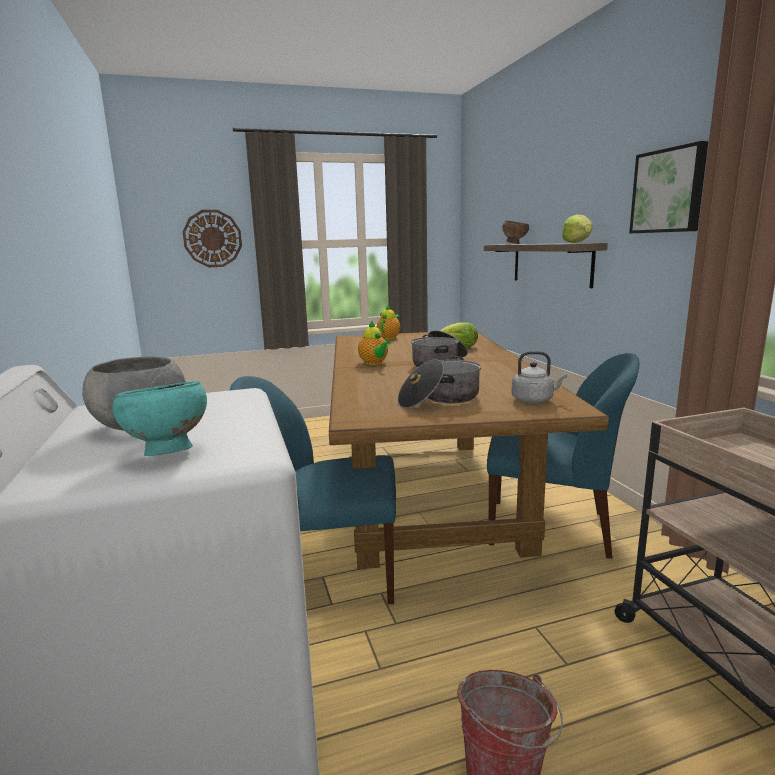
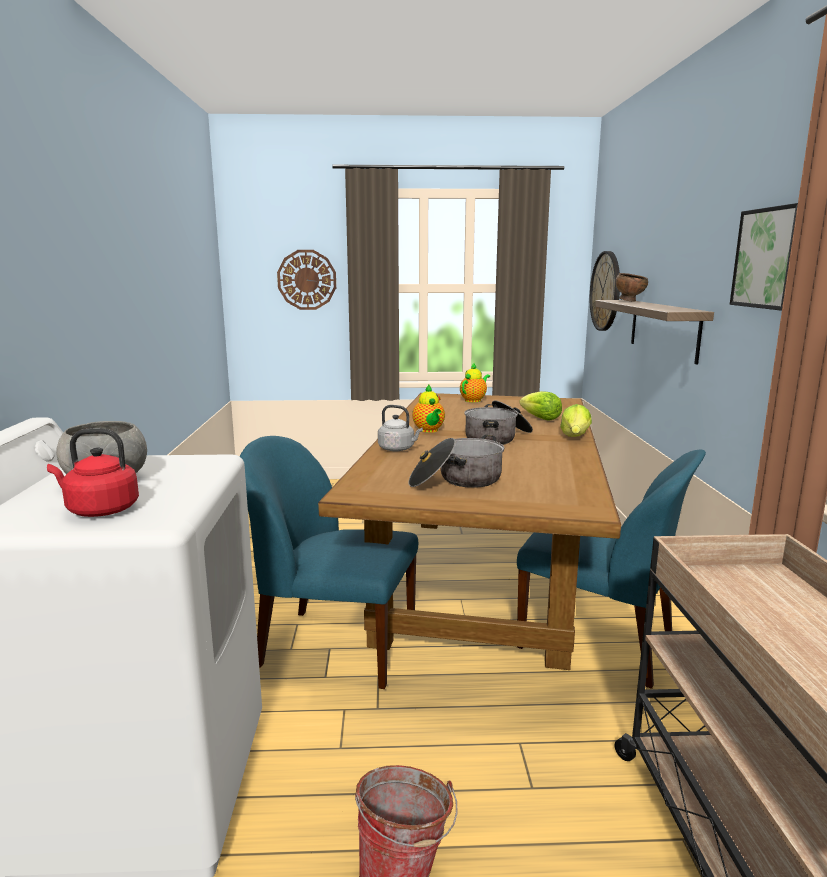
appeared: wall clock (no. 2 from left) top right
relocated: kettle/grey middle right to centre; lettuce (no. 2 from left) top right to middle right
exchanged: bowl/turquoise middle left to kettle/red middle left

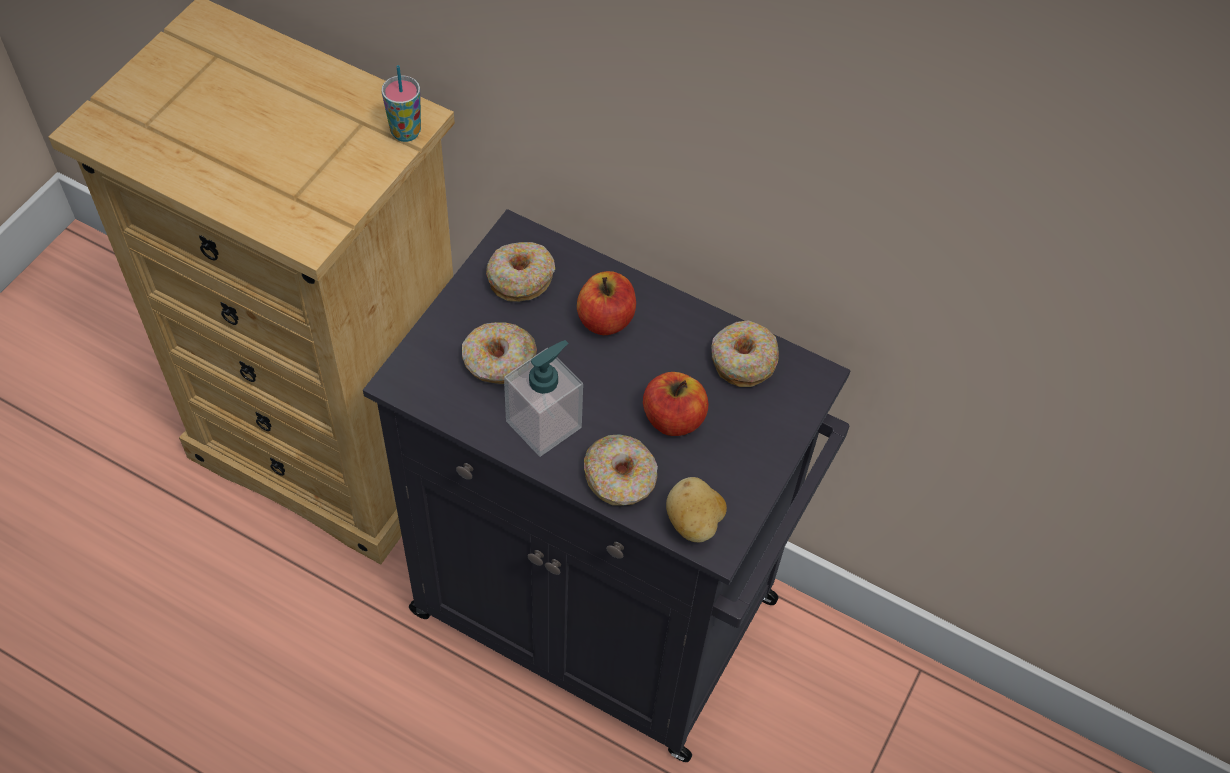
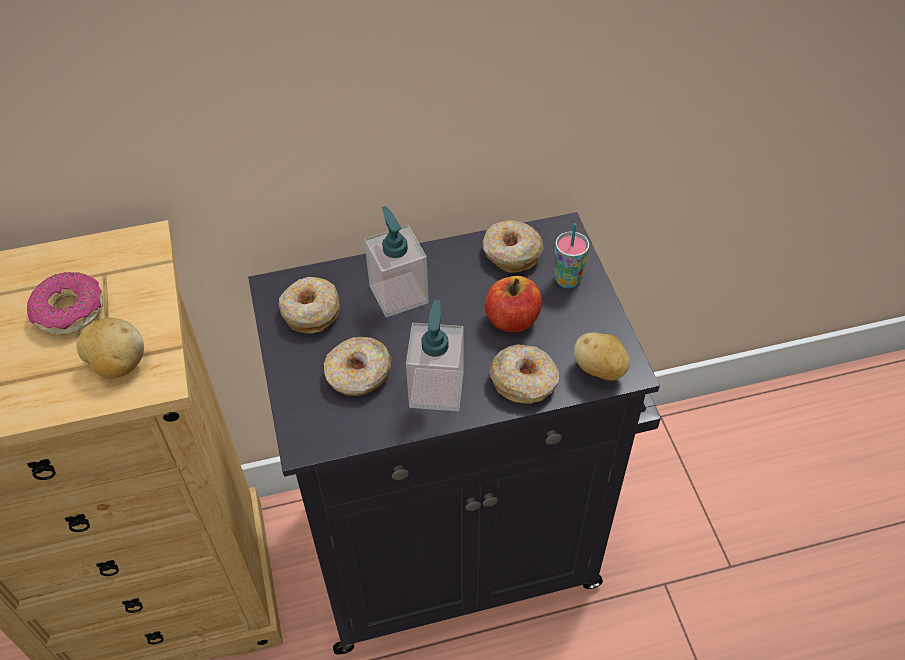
appeared: donut (no. 1 from left) middle left; potato (no. 1 from left) middle left
relocated: cup top left to centre
exchanged: apple (no. 1 from left) centre to soap dispenser (no. 1 from left) centre

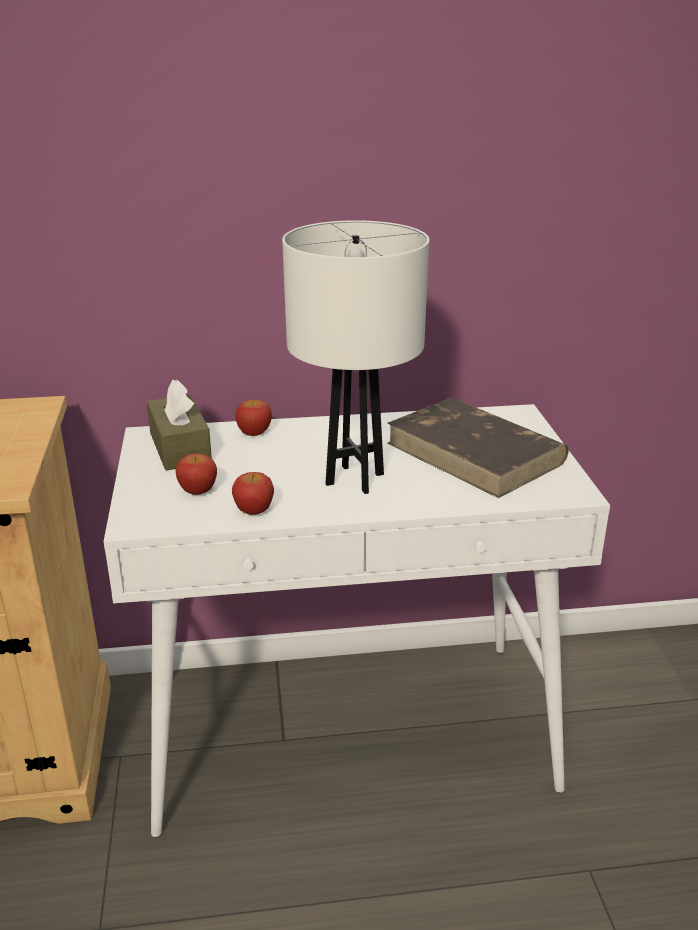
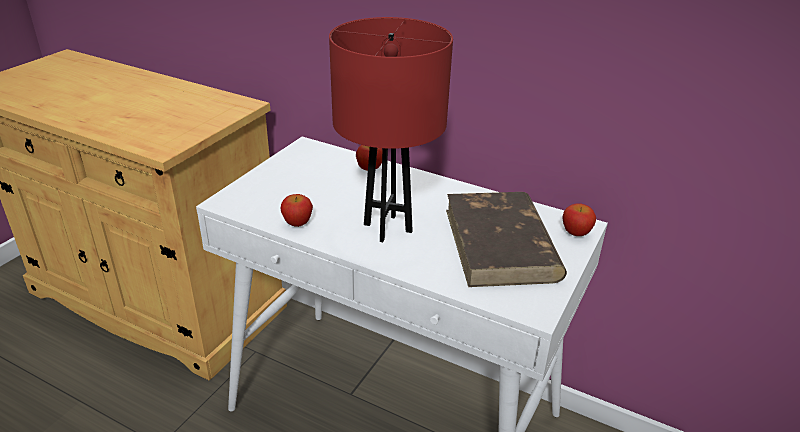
missing: tissue box/brown middle left
relocated: apple (no. 1 from left in the first image) middle left to apple (no. 3 from left) middle right
colour: table lamp/white centre to table lamp/red top centre

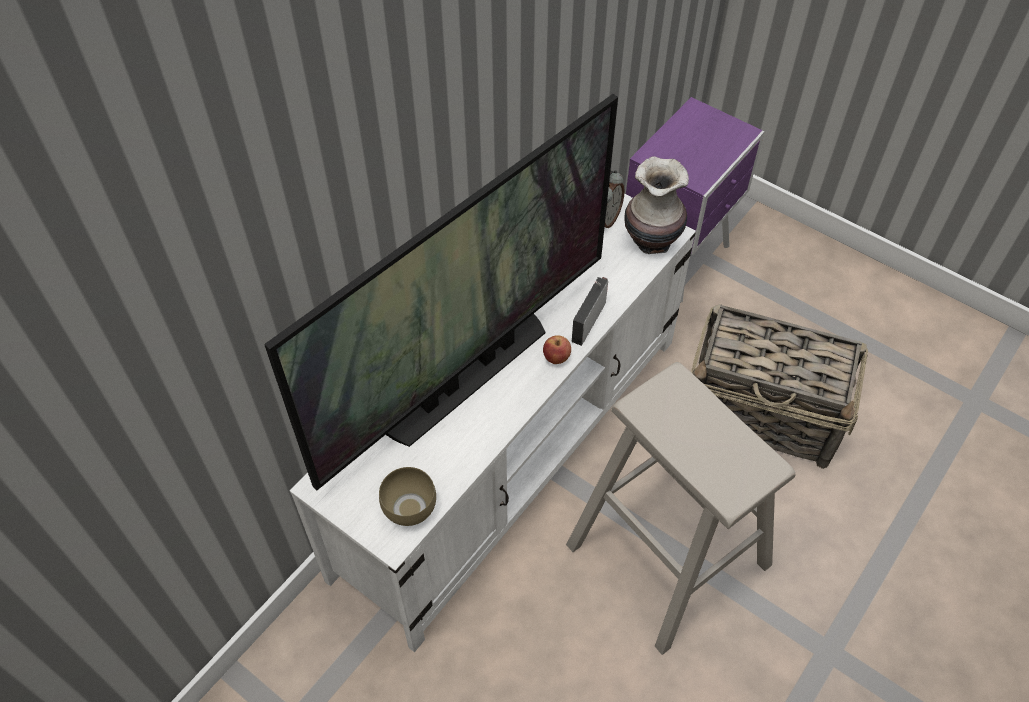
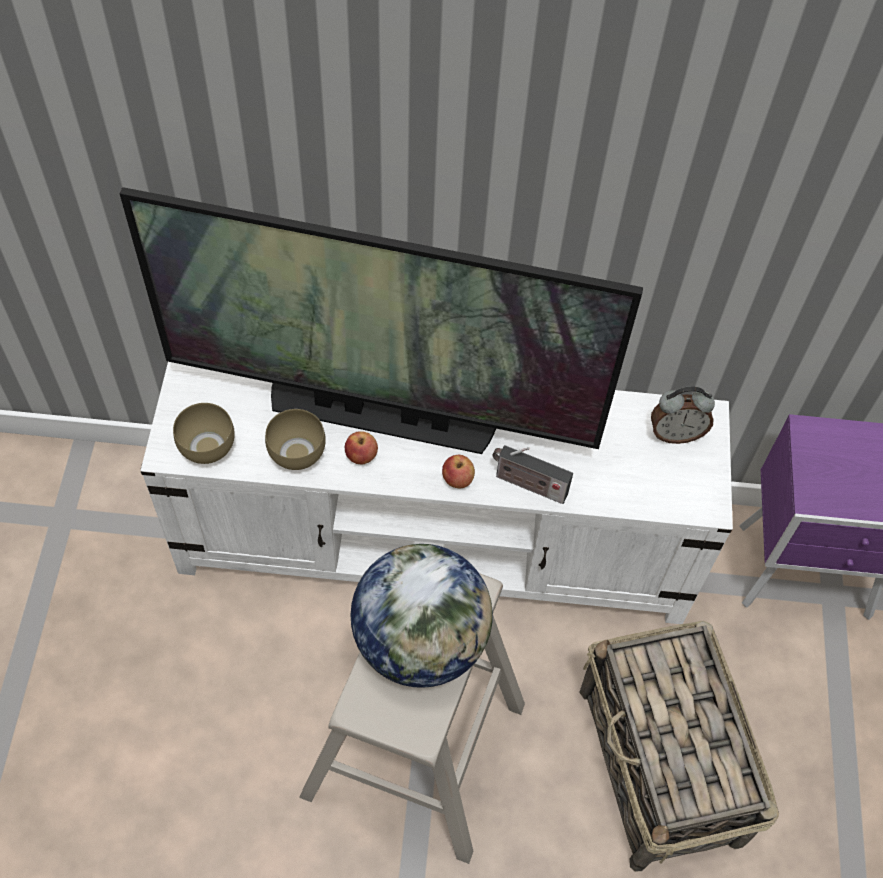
missing: vase top centre
appeared: bowl/brown (no. 2 from left) centre; apple (no. 1 from left) centre; globe bottom centre
spun: radio centre = centre 150 degrees counterclockwise

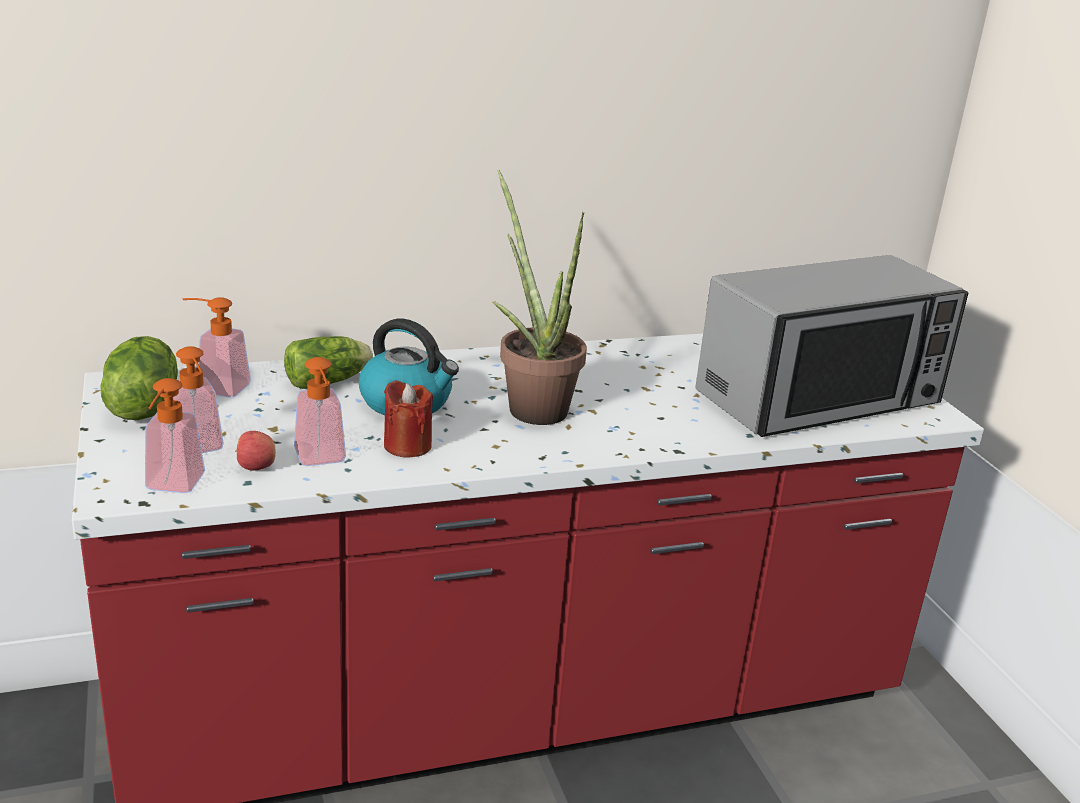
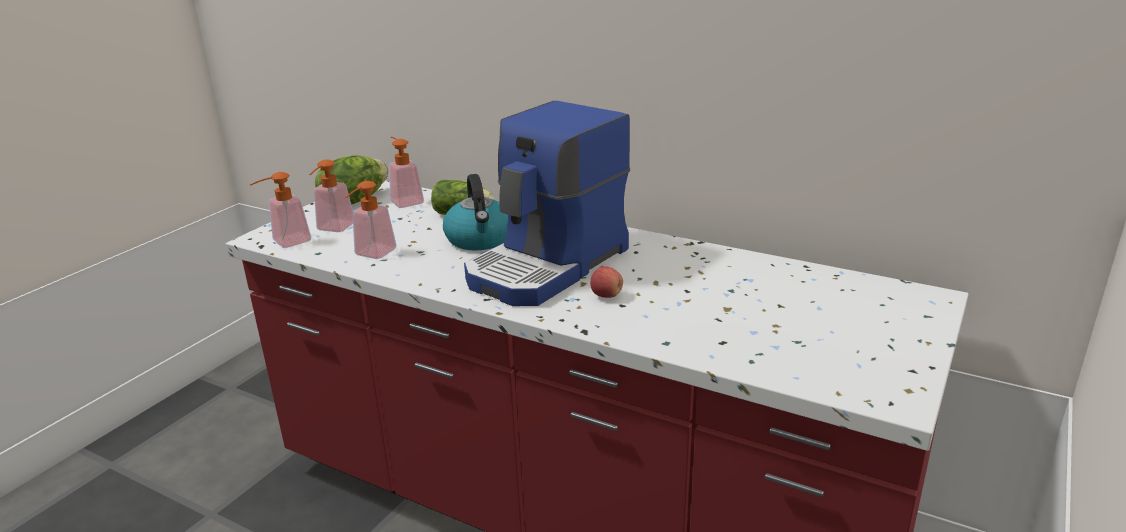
missing: candle/red centre; microwave middle right
relocated: apple middle left to centre
exchanged: potted plant centre to coffee machine centre

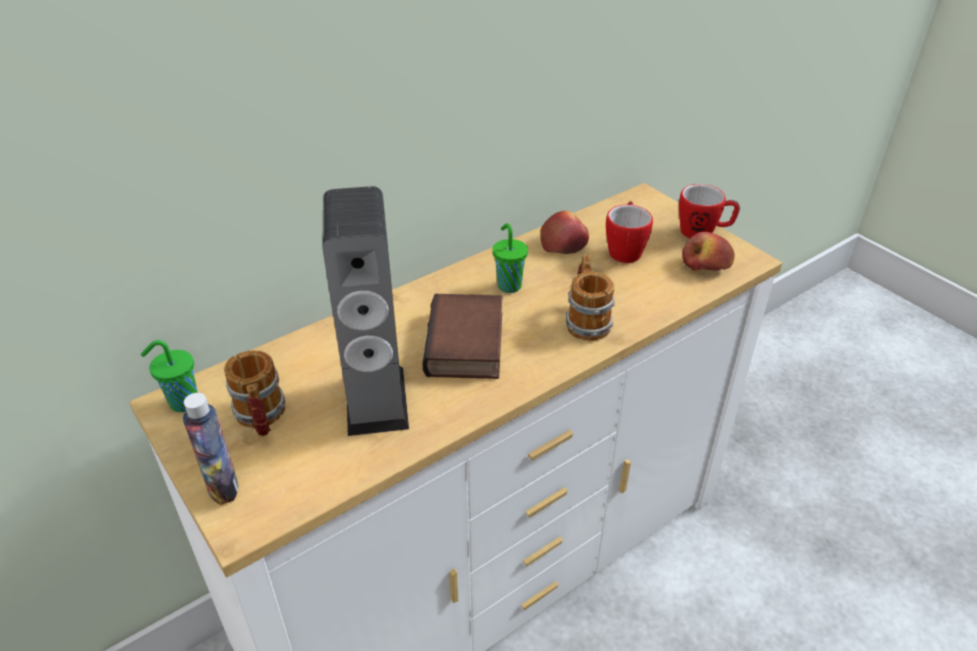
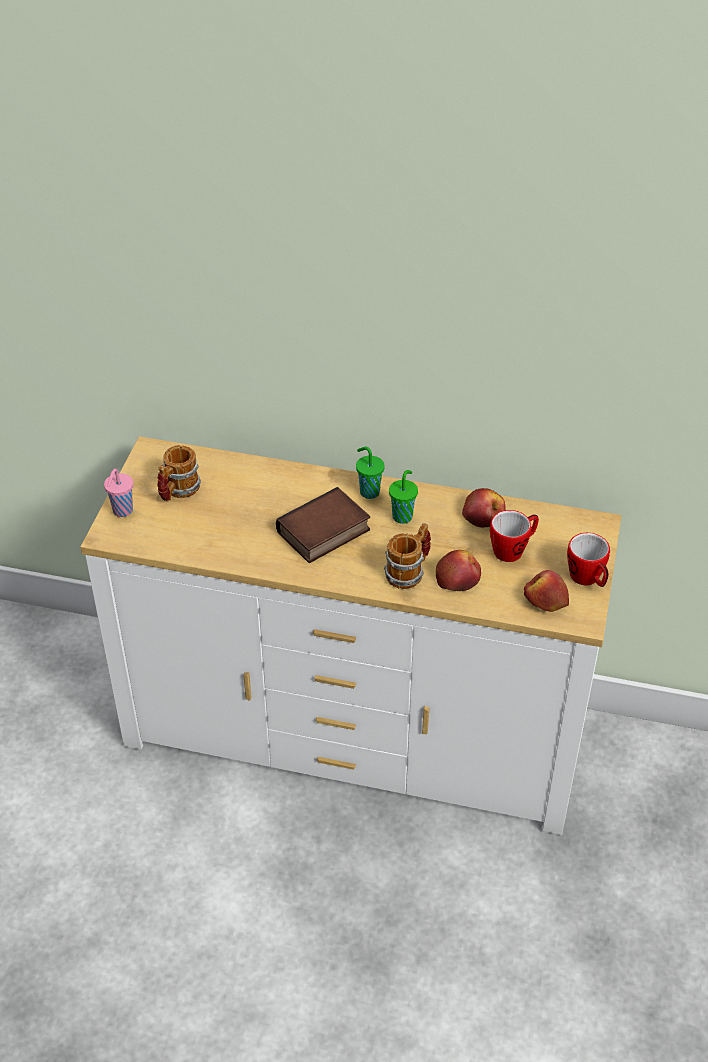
missing: speaker centre
appeared: apple (no. 1 from left) centre
relocated: cup/green (no. 1 from left) middle left to centre
exchanged: bottle bottom left to cup/pink middle left

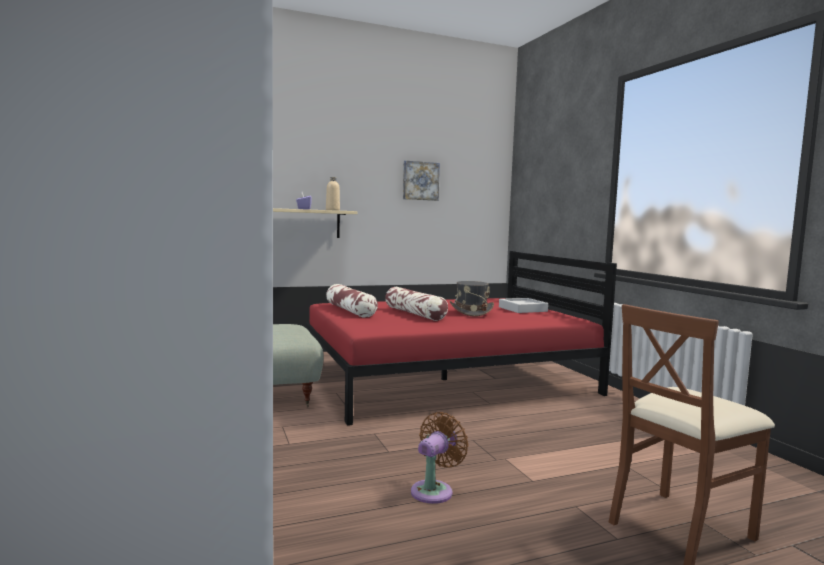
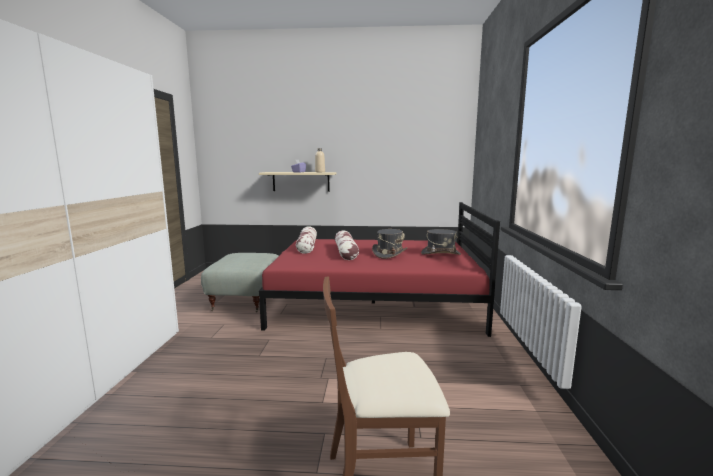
missing: picture top centre; fan/brown bottom centre
exchanged: tray/grey centre to hat/grey (no. 2 from left) centre

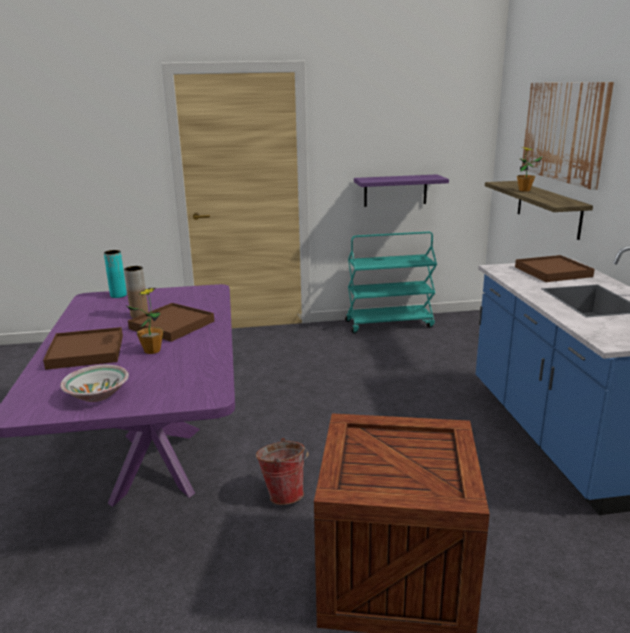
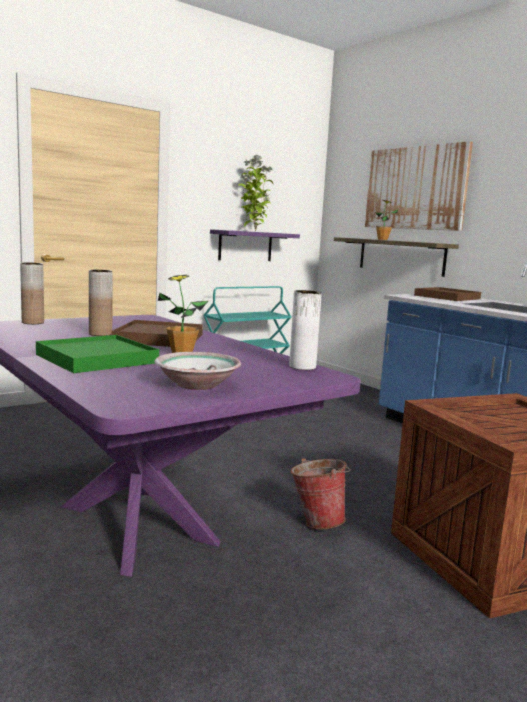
appeared: potted plant (no. 2 from left) top centre; vase/white centre
colour: tray/brown (no. 1 from left) middle left to tray/green middle left; vase/turquoise middle left to vase/brown (no. 1 from left) middle left

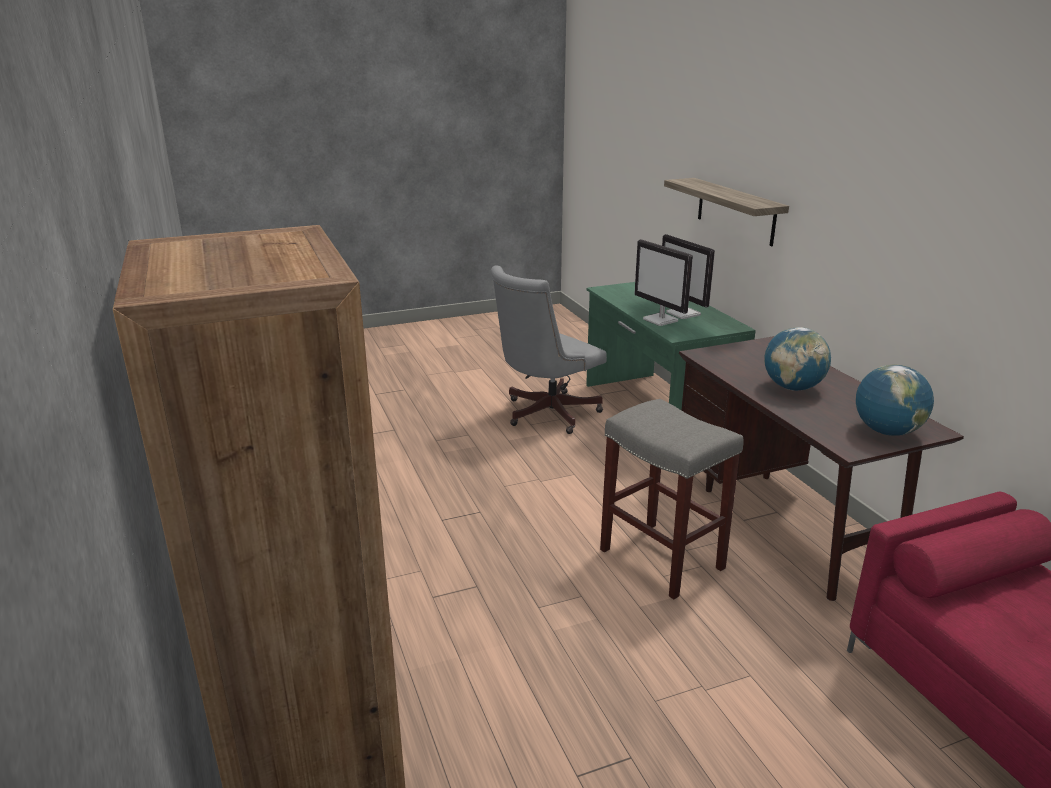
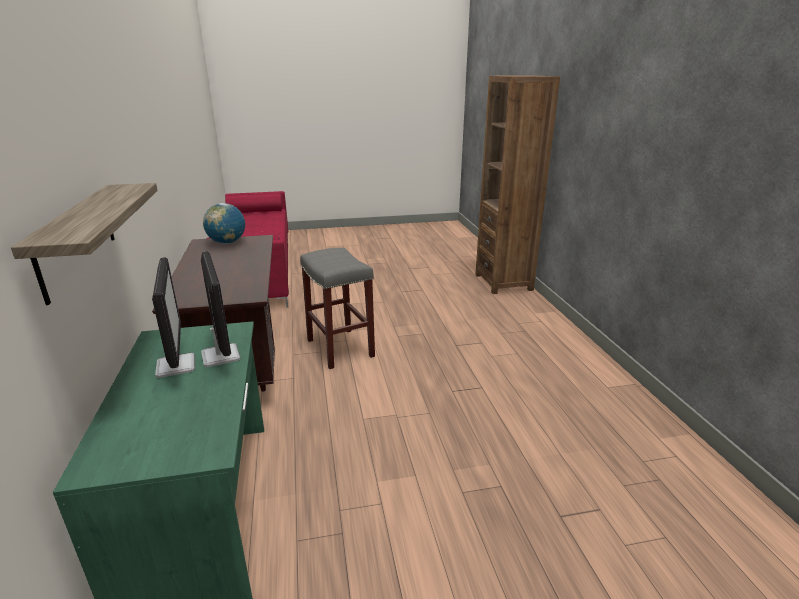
missing: office chair/grey centre; globe (no. 1 from left) middle right

